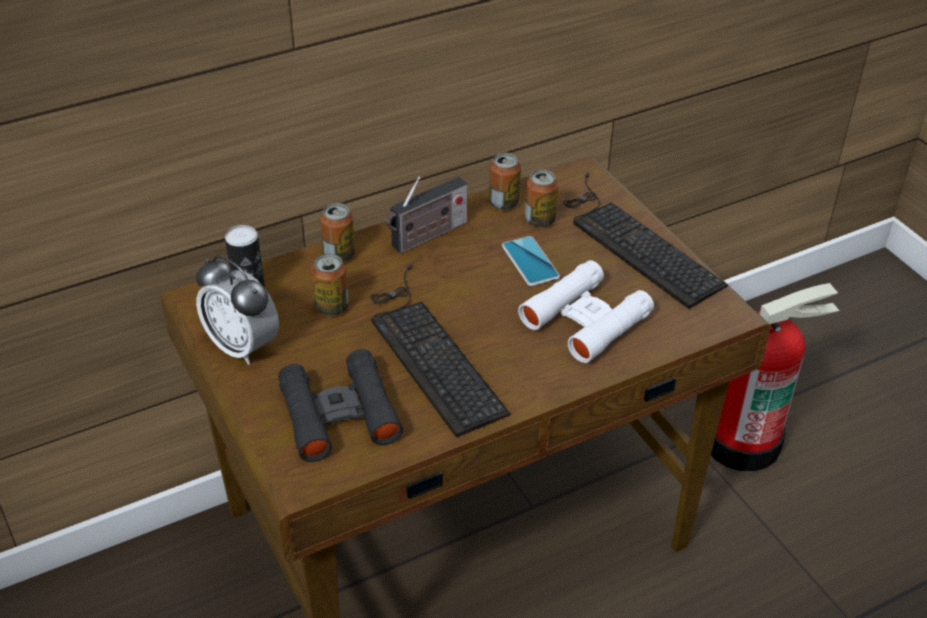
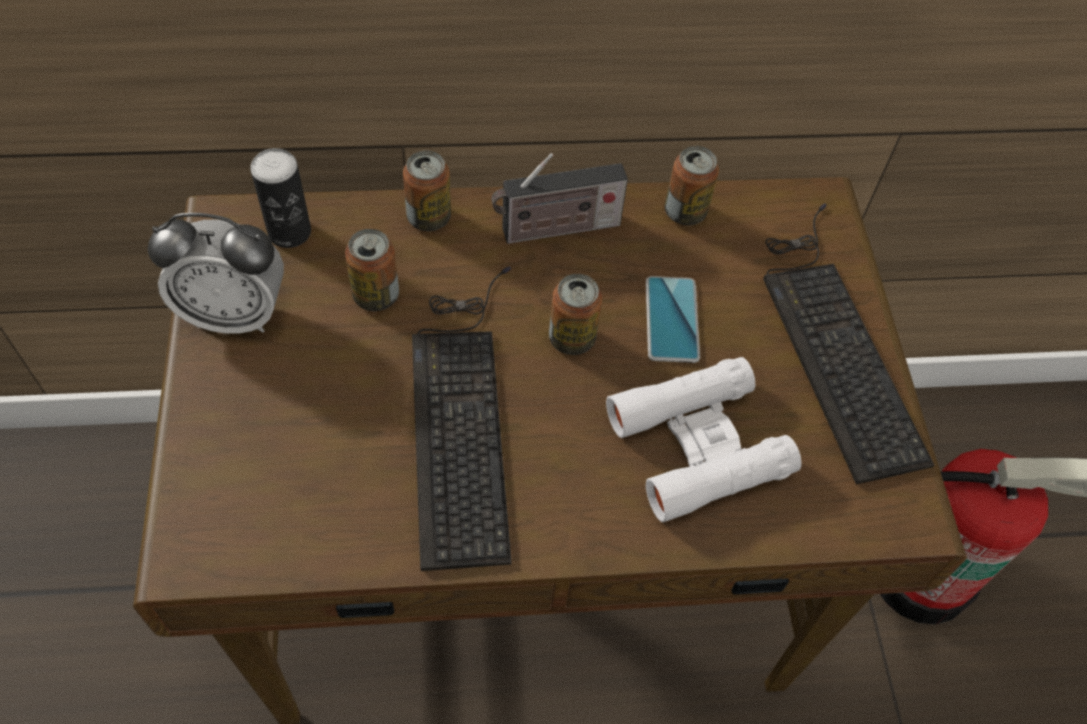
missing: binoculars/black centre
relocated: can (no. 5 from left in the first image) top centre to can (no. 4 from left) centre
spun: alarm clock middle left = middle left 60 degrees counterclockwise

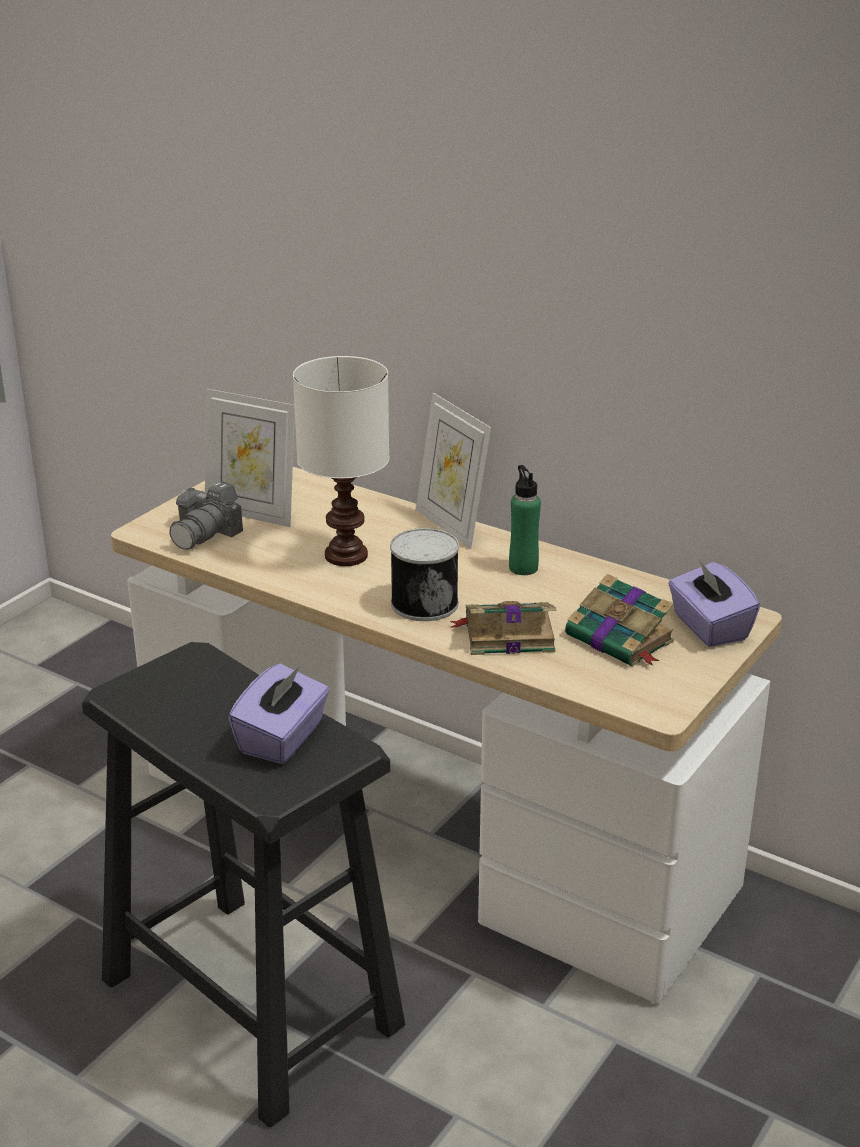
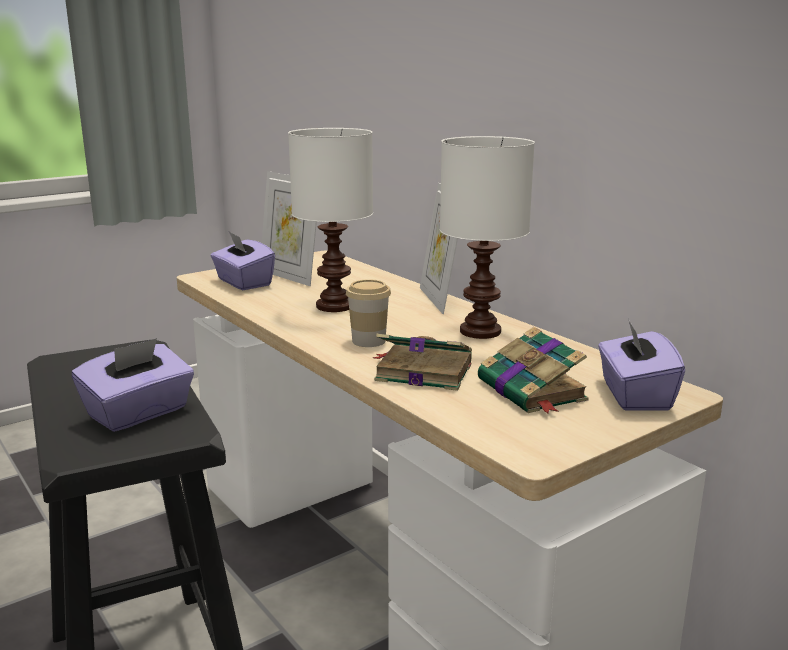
exchanged: photo camera middle left to tissue box/purple (no. 2 from left) middle left; can centre to cup centre; bottle/green centre to table lamp/white (no. 2 from left) centre

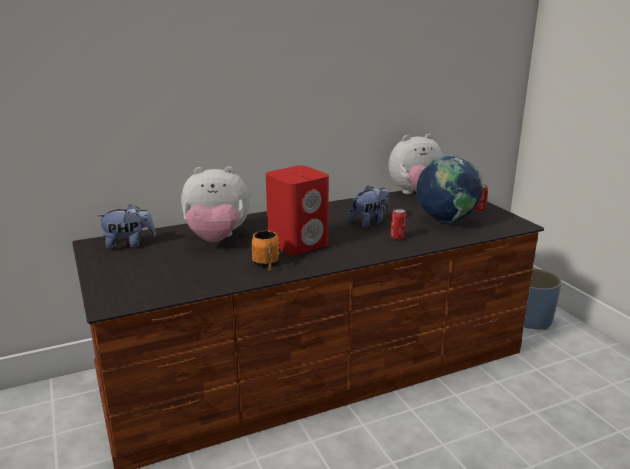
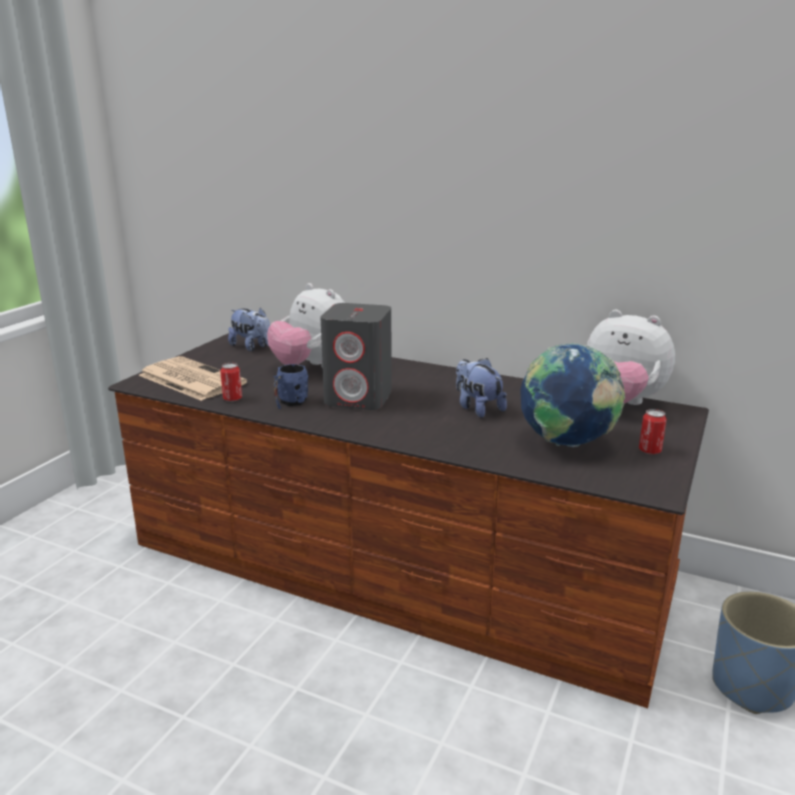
appeared: newspaper middle left
relocated: can (no. 1 from left) centre to middle left
colour: mug/orange centre to mug/blue centre; speaker/red centre to speaker/grey centre
spun: plush toy (no. 3 from left) centre = centre 135 degrees counterclockwise

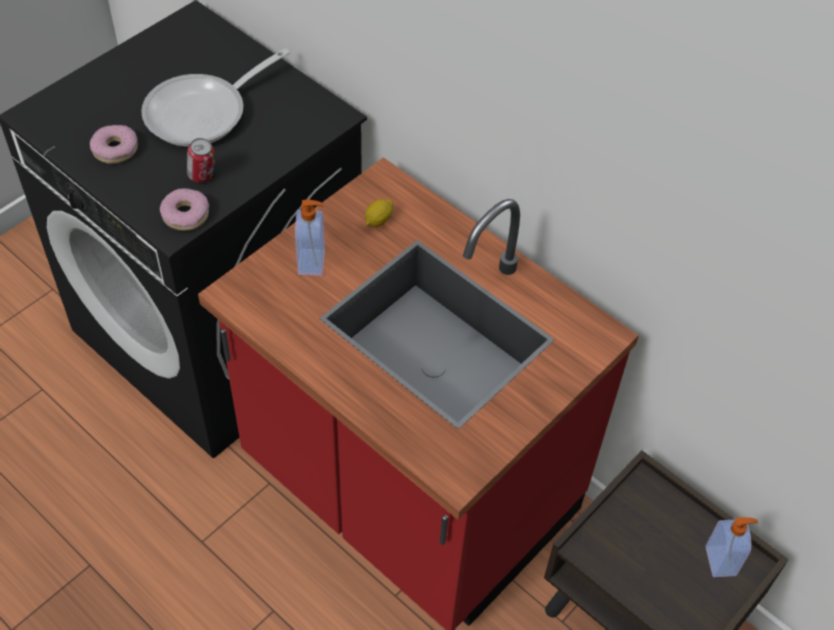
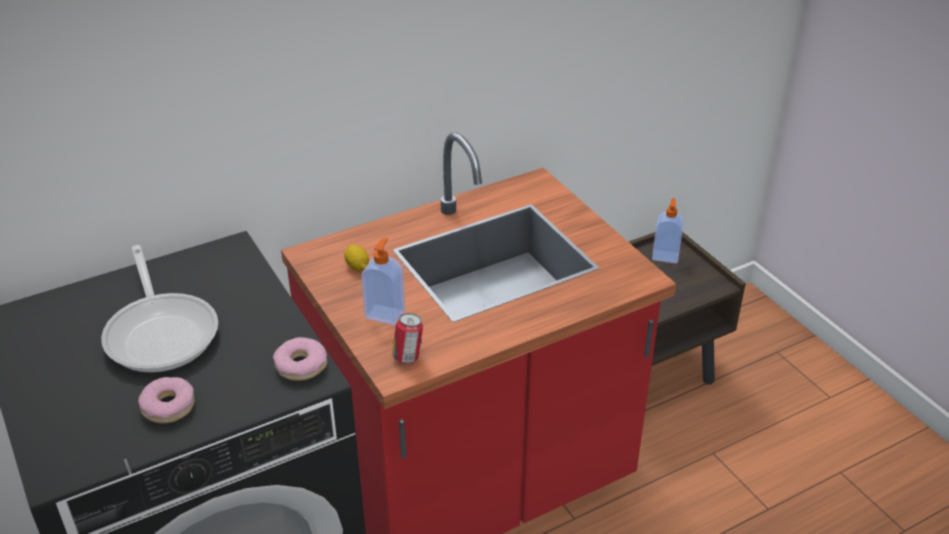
relocated: can top left to centre

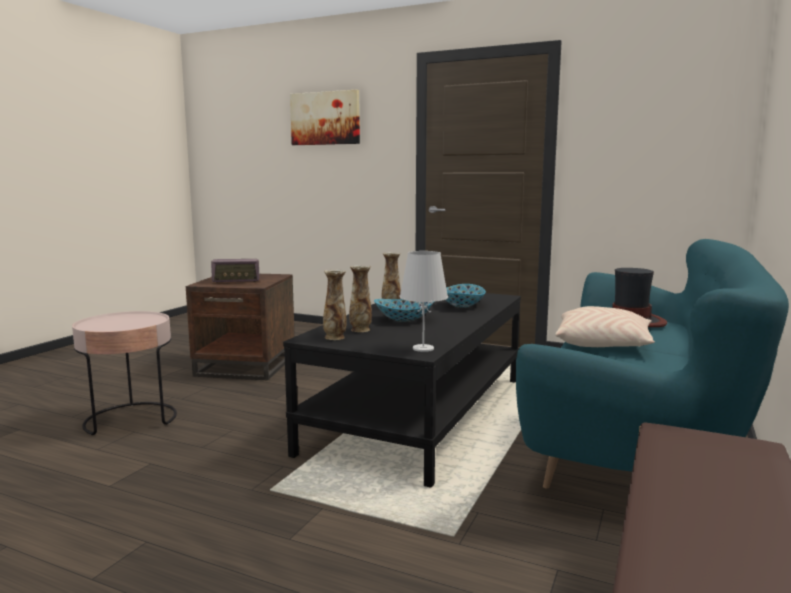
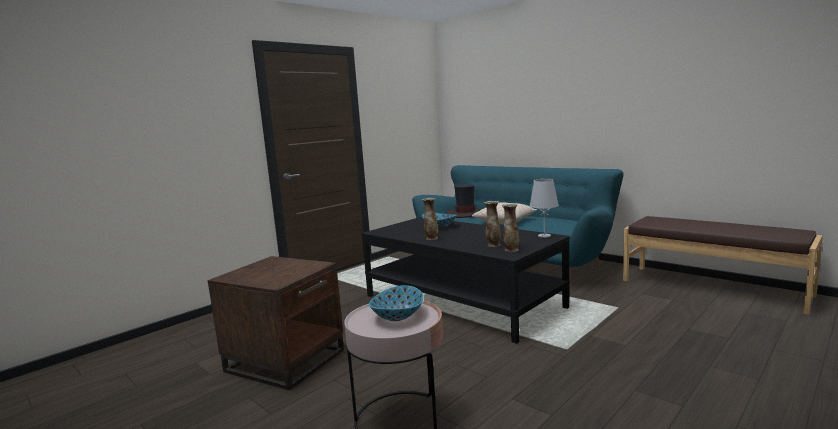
missing: radio middle left; picture top centre
relocated: bowl (no. 1 from left) centre to bottom centre

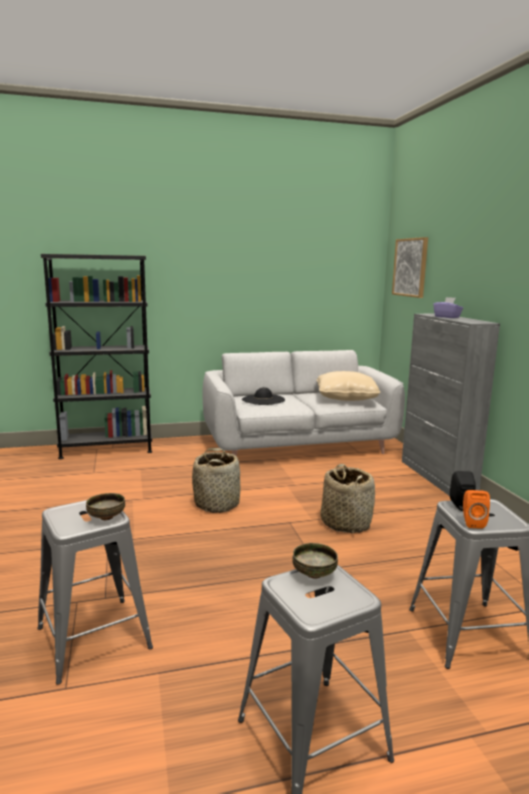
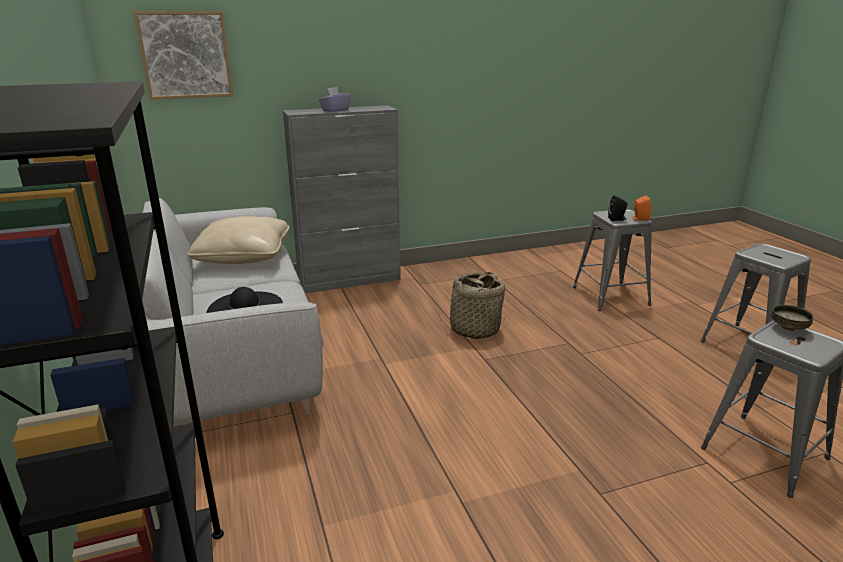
missing: basket (no. 1 from left) centre; bowl (no. 2 from left) bottom centre

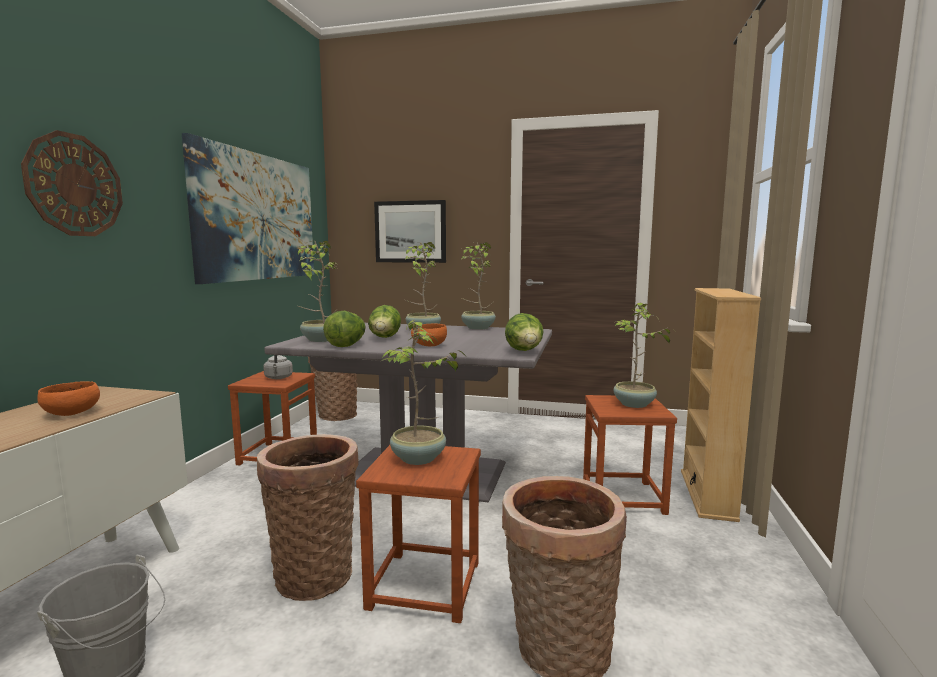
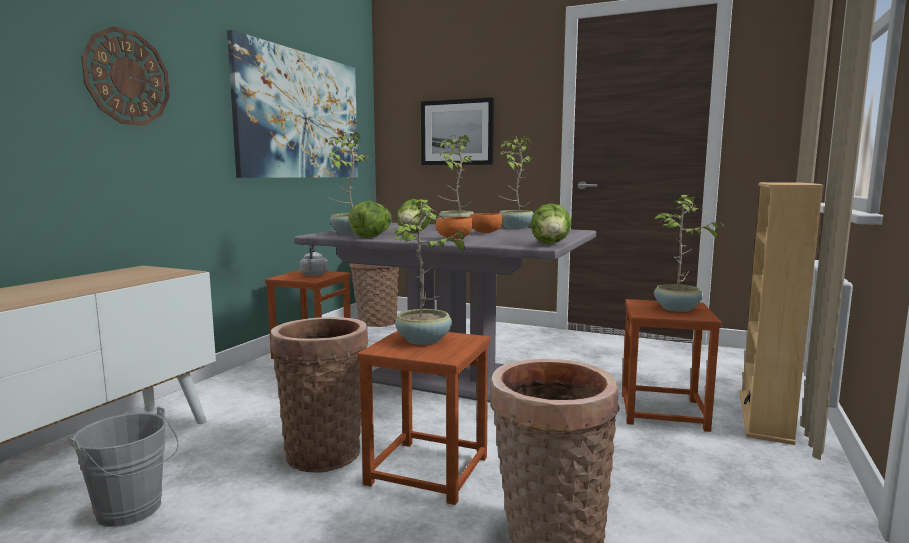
relocated: bowl/orange (no. 1 from left in the first image) middle left to bowl/orange (no. 2 from left) centre

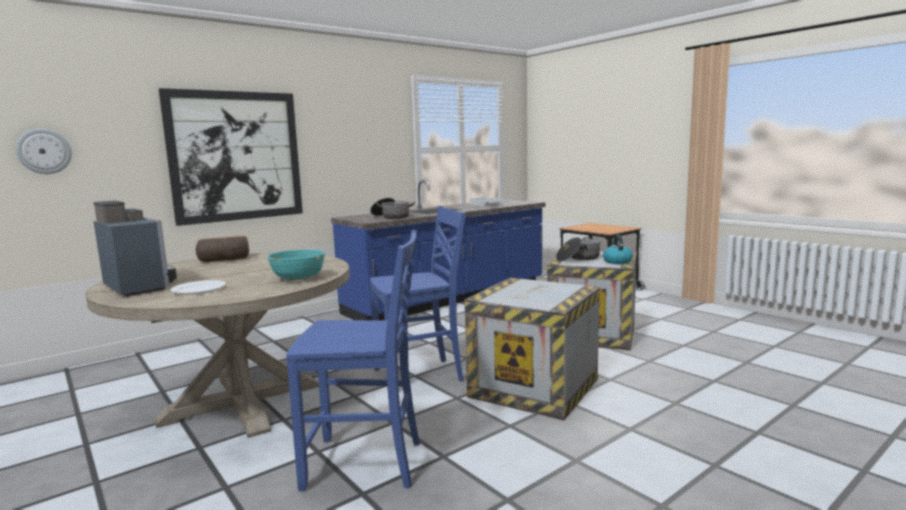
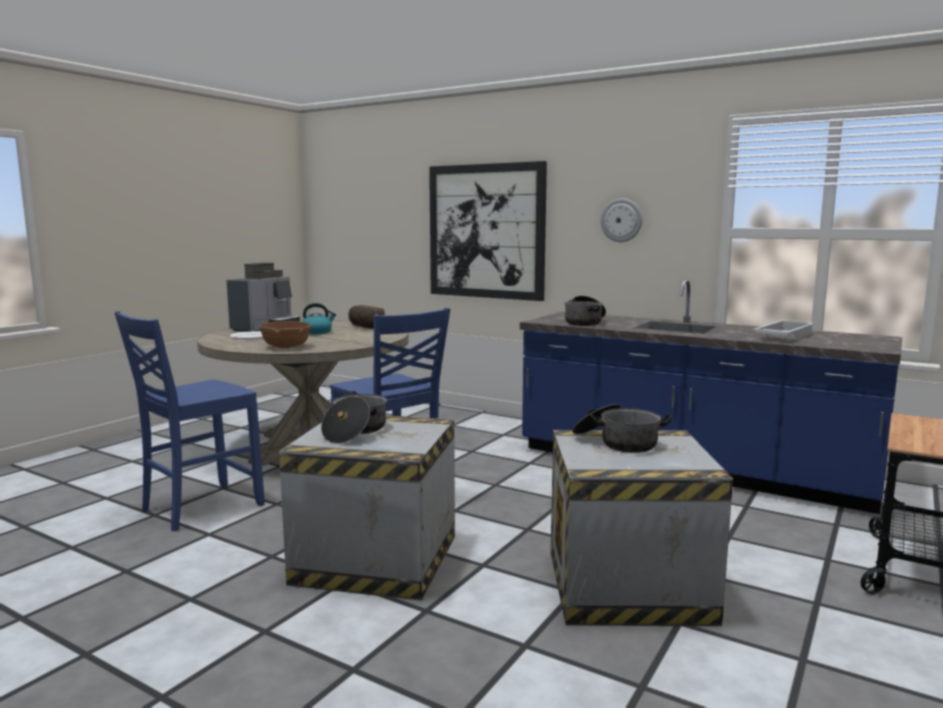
appeared: cooking pot (no. 1 from left) centre
relocated: wall clock top left to top centre; kettle middle right to centre
colour: bowl/turquoise middle left to bowl/brown middle left
spun: chair/blue (no. 1 from left) bottom centre = middle left 60 degrees clockwise

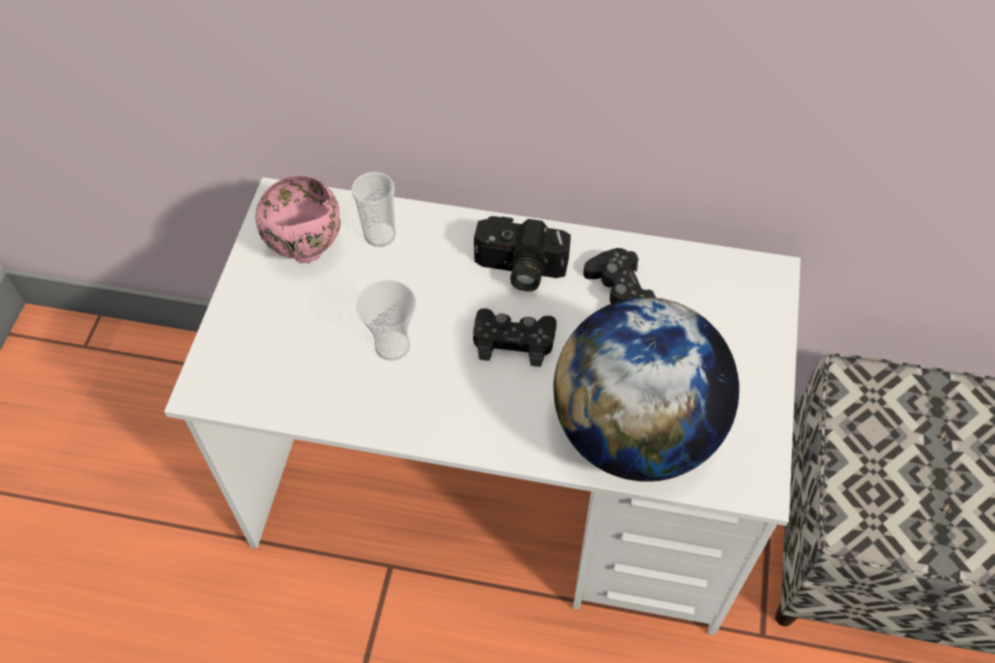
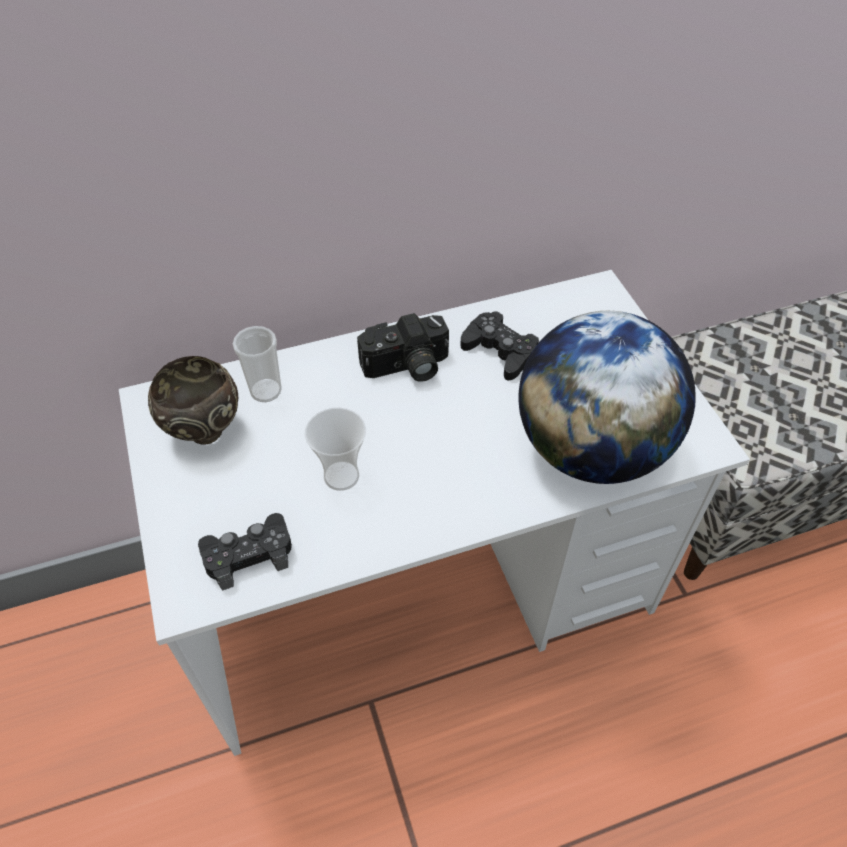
relocated: game controller/black (no. 1 from left) centre to middle left
colour: bowl/pink top left to bowl/brown middle left

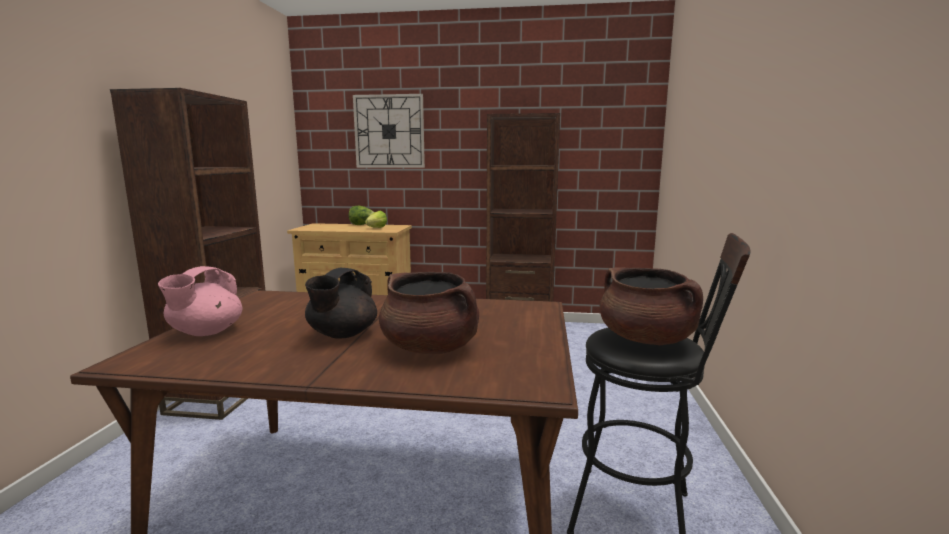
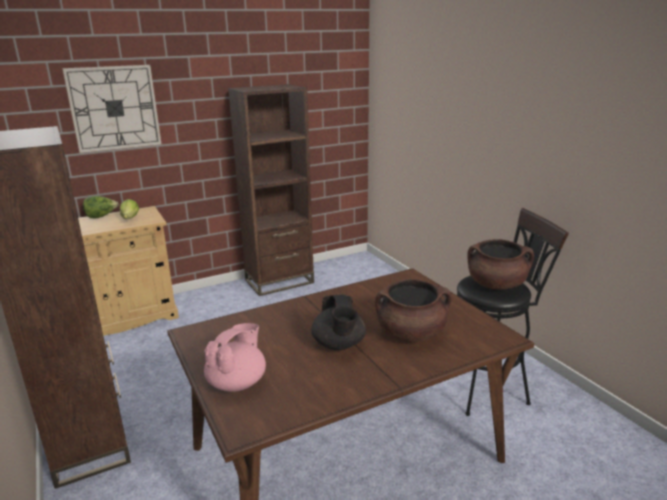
spun: teapot/pink middle left = bottom centre 135 degrees counterclockwise

